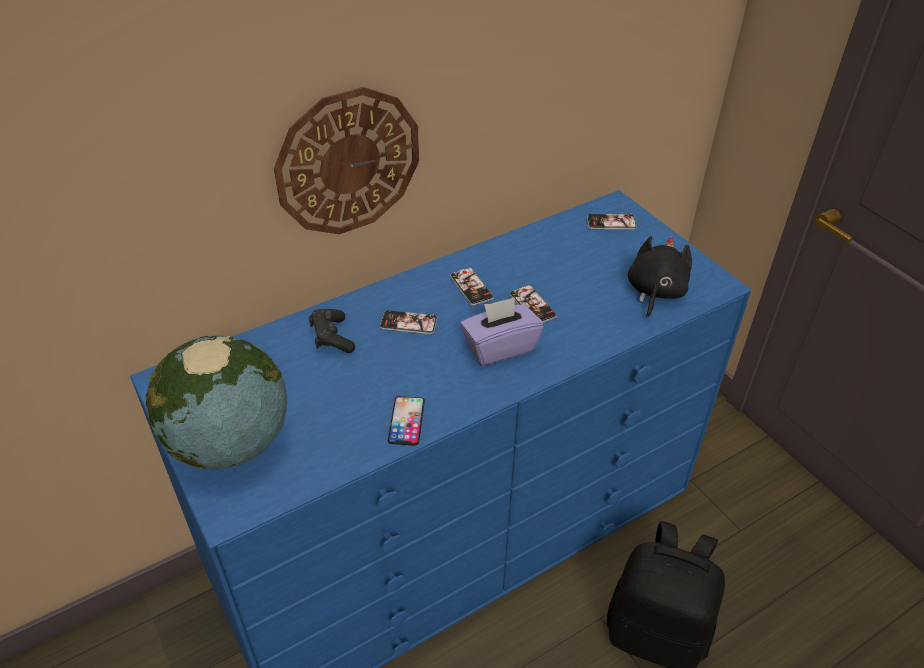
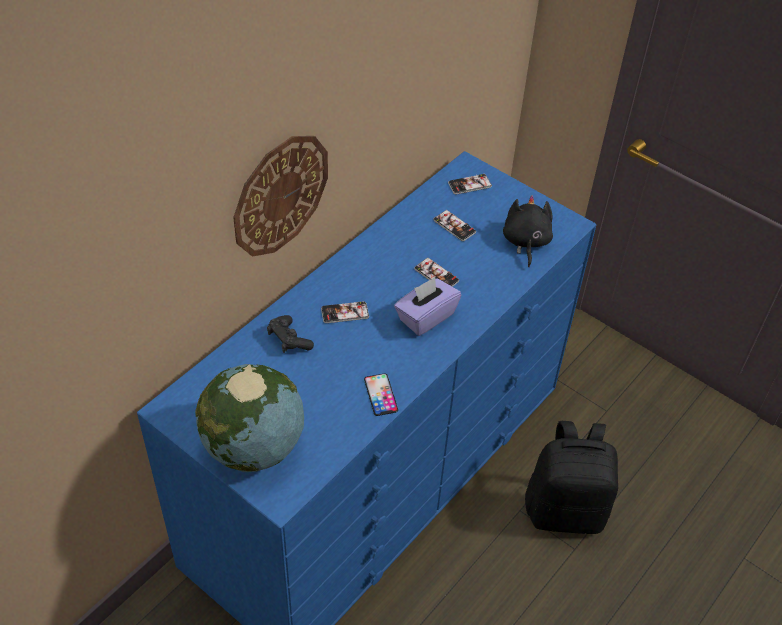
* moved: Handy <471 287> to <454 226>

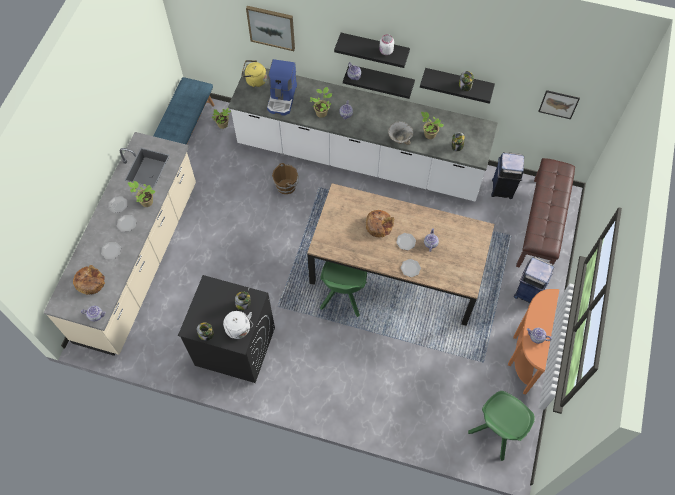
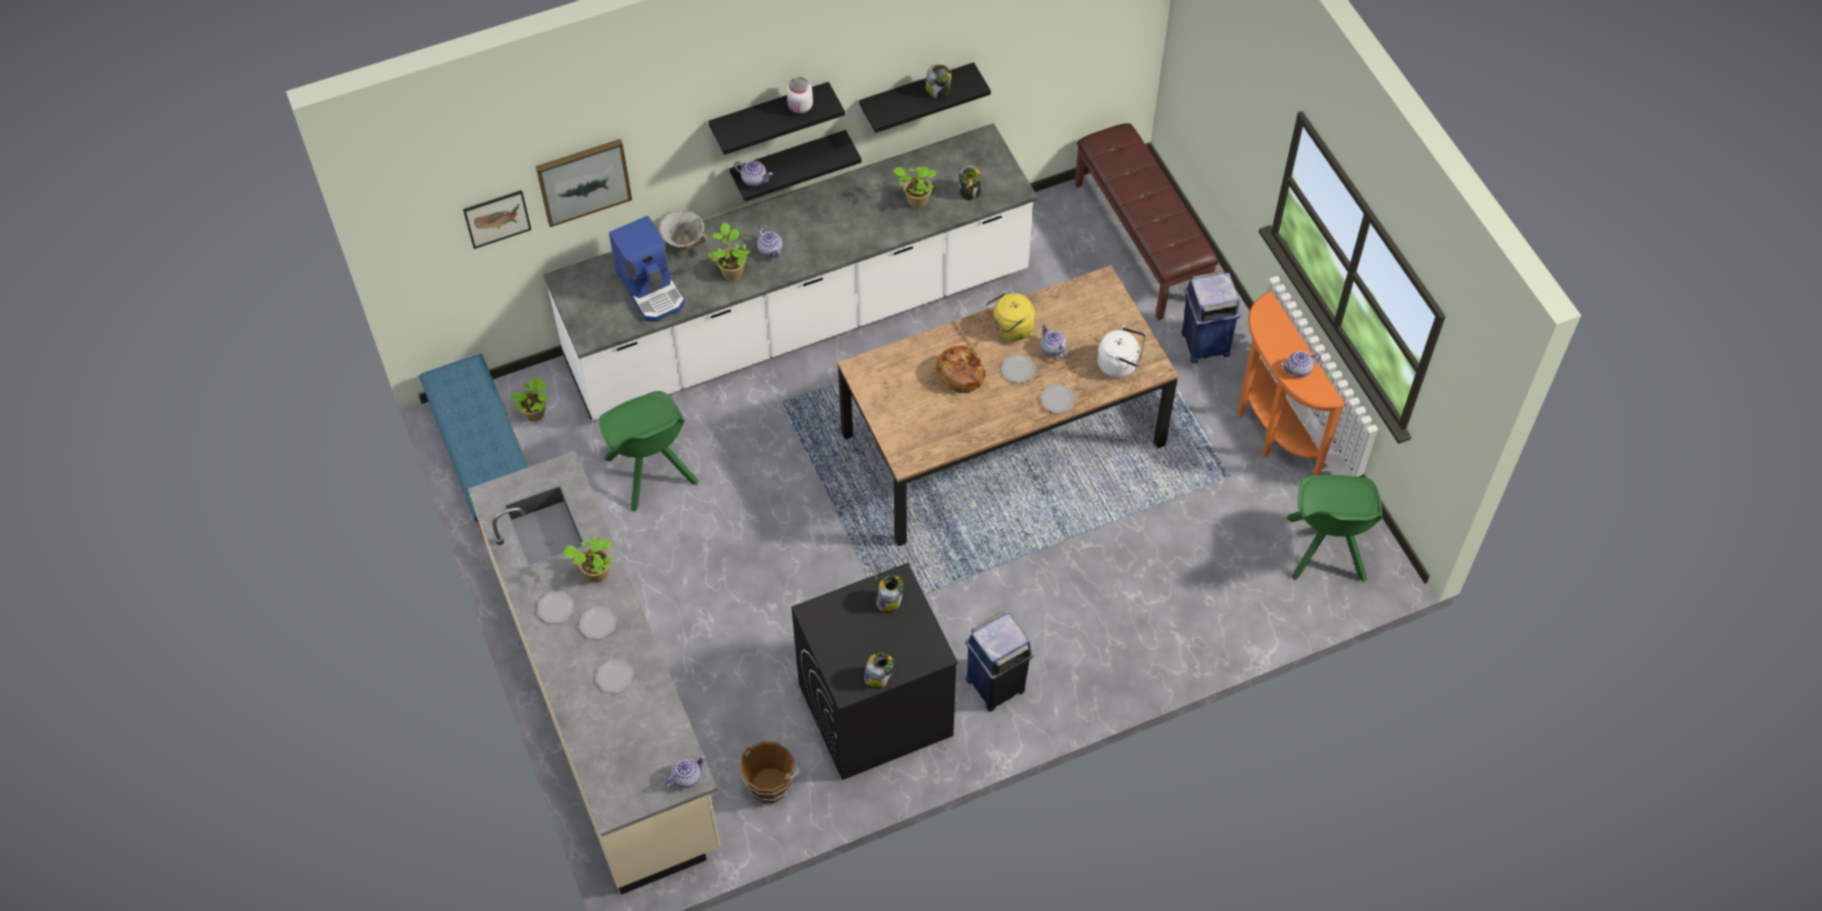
* removed: Brot <90 282>
* moved: Wasserkessel [weiß] <239 330> to <1120 364>
* moved: Wasserkessel [gelb] <254 80> to <1010 329>
* moved: Eimer [braun] <286 186> to <770 783>
* moved: Stuhl [grün] <343 296> to <652 473>
* moved: Schüssel <400 139> to <684 242>
* moved: Mülleimer [blau] <502 189> to <996 684>
* moved: Bild <558 104> to <497 218>

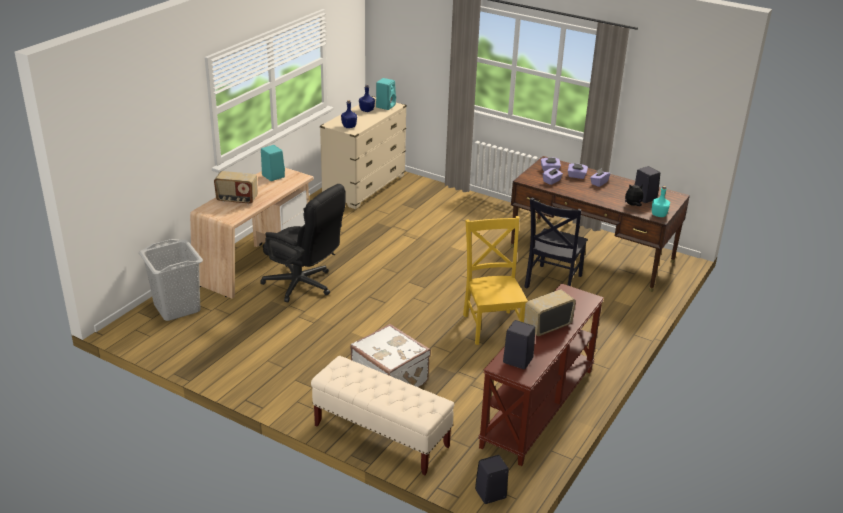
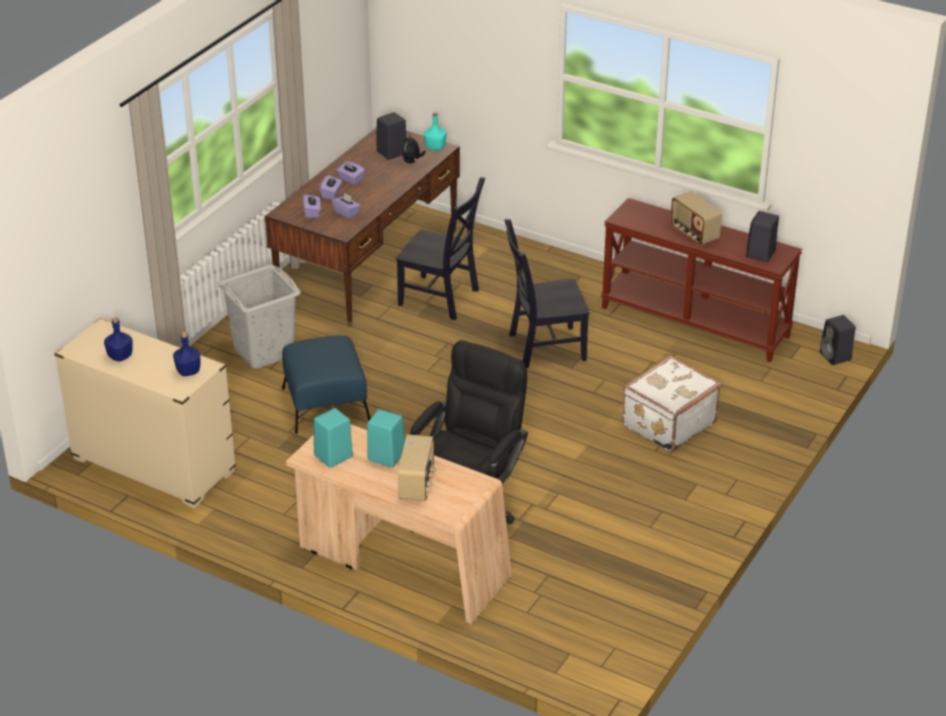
* removed: Bank [beige] <381 436>
* added: Polsterhocker [blau] <326 404>
* moved: Wäschekorb [grau] <177 307> to <263 351>
* moved: Lautsprecher [türkis] <385 106> to <385 456>
* recoloured: Stuhl [gelb] <492 325> to Stuhl [schwarz] <543 347>

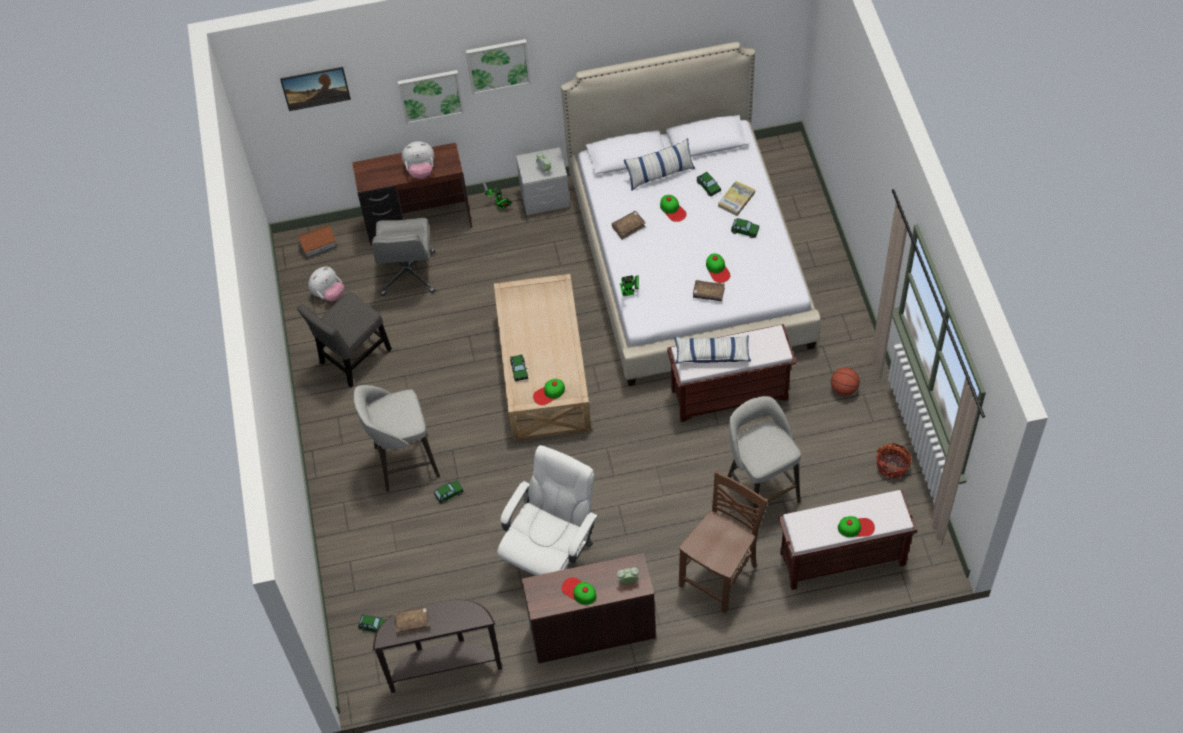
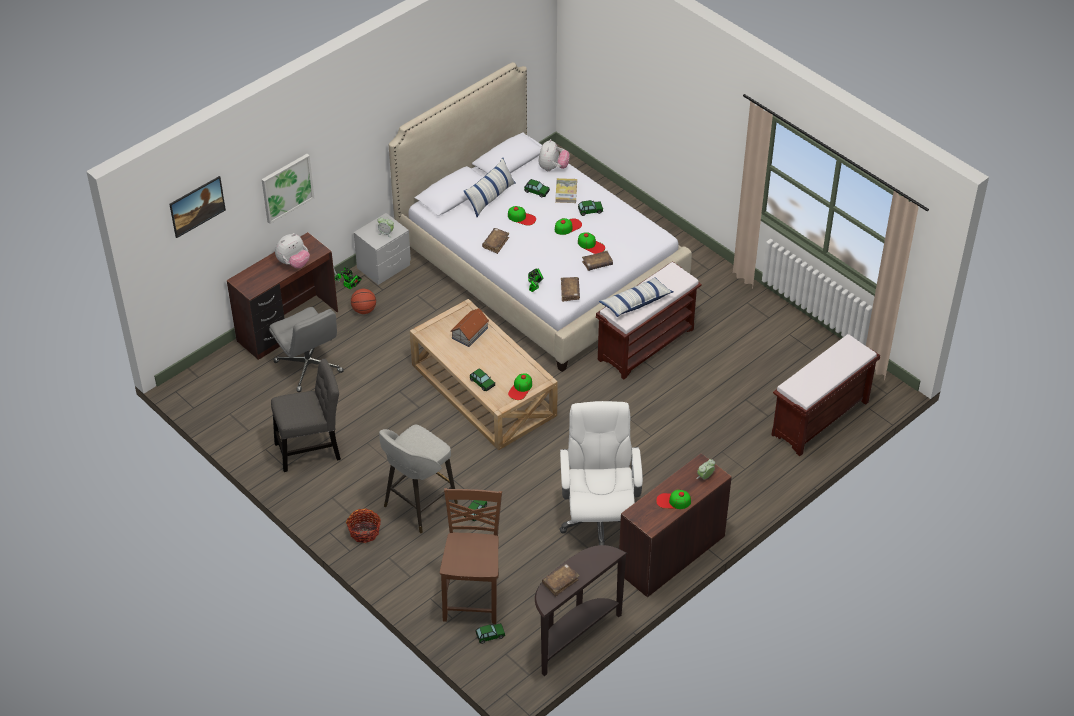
* removed: Bild <498 65>
* removed: Hocker [grau] <760 491>
* added: Buch [braun] <570 292>
* moved: Spielzeughaus <318 245> to <470 333>
* moved: Plüschtier <328 294> to <553 168>
* moved: Stuhl [braun] <720 576> to <473 597>
* moved: Basketball <844 389> to <364 310>
* moved: Kappe <856 527> to <568 226>
* moved: Korb <892 466> to <364 532>
* turned: Stuhl [grau] <353 359> = <311 449> 120 degrees counterclockwise

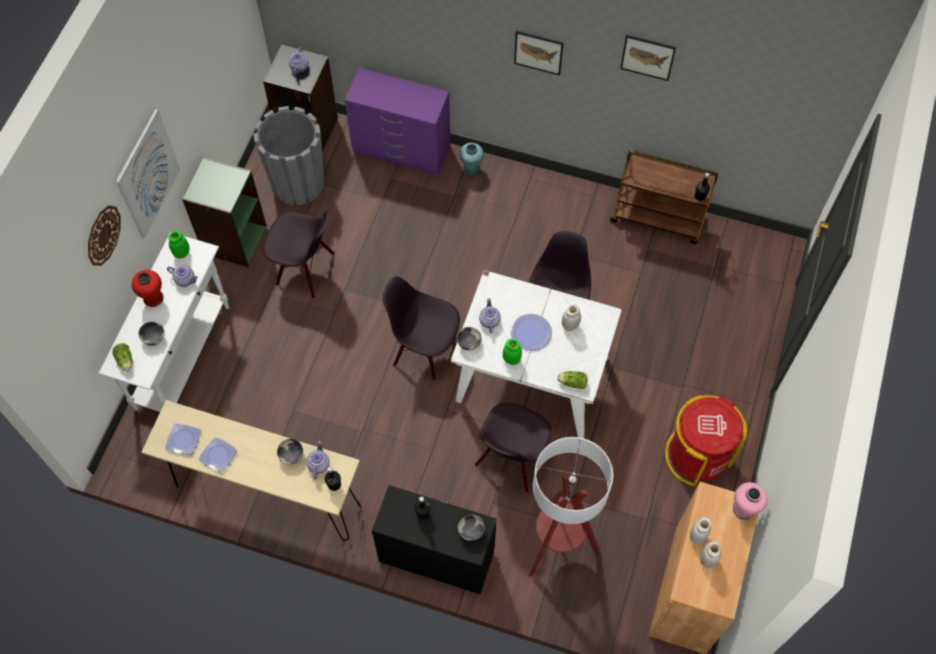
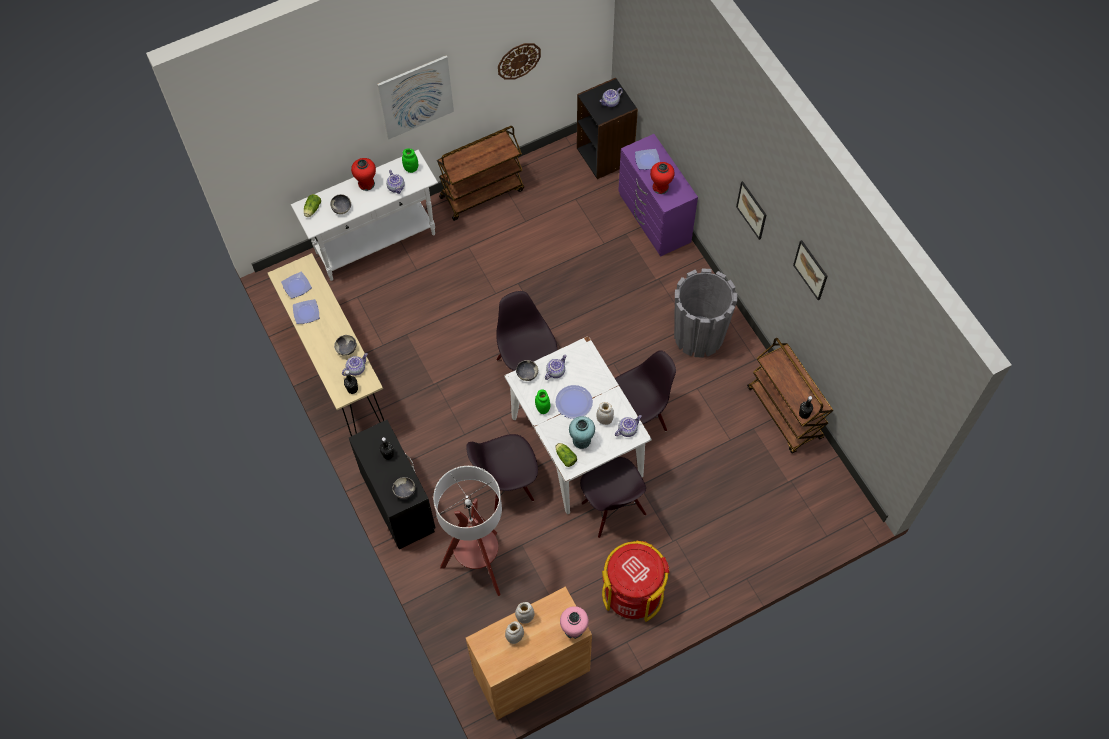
* added: Teekanne <627 429>
* added: Teller <646 160>
* added: Vase [rot] <660 187>
* moved: Wanduhr <103 235> to <518 60>
* moved: Pflanzkübel [grau] <298 183> to <698 335>
* moved: Stuhl [schwarz] <305 270> to <613 509>
* moved: Vase [türkis] <471 169> to <581 440>
* replaced: Bücherregal [grün] <234 239> to Rollwagen [braun] <482 193>

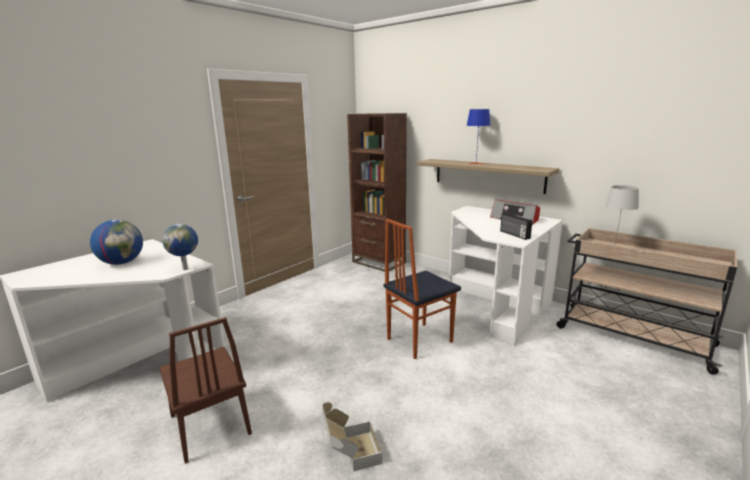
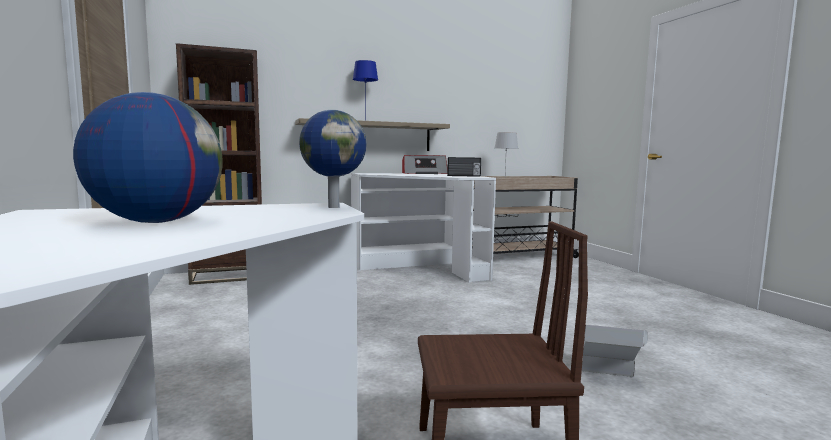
* removed: Stuhl <418 340>

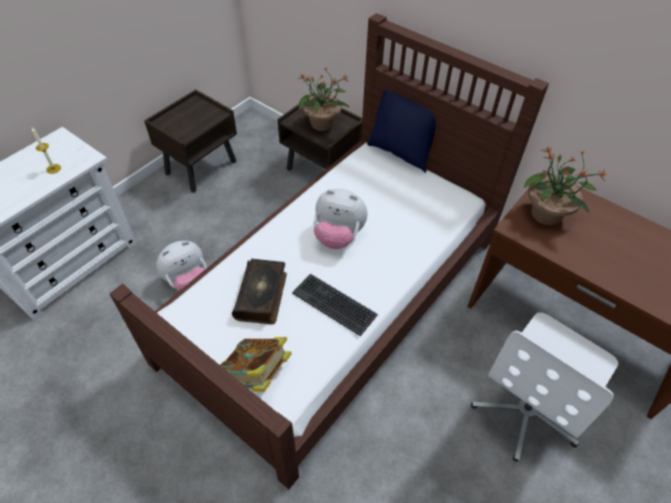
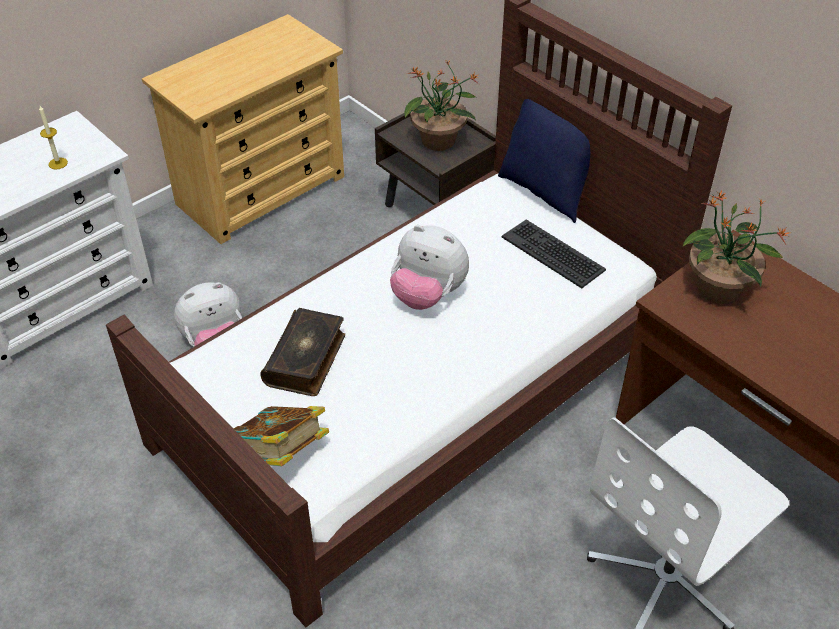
* moved: Tastatur <334 303> to <553 253>
* replaced: Nachttisch [braun] <201 167> to Kommode [beige] <262 190>

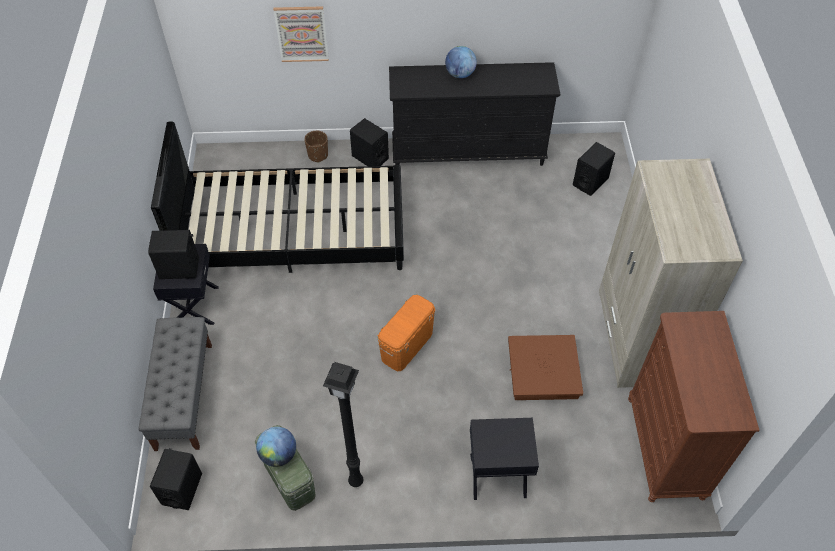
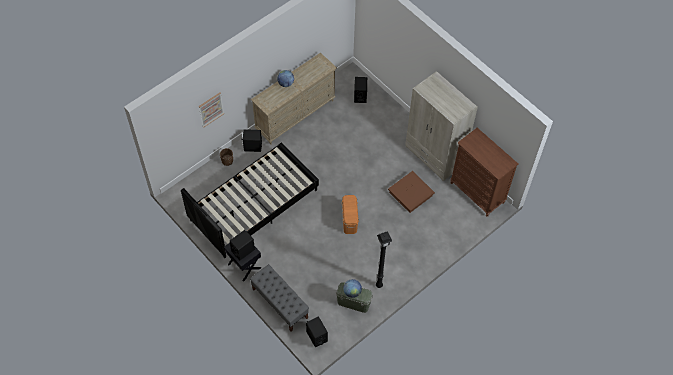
* removed: Nachttisch [schwarz] <498 476>
* recoloured: Kommode [schwarz] <469 153> to Kommode [beige] <295 115>

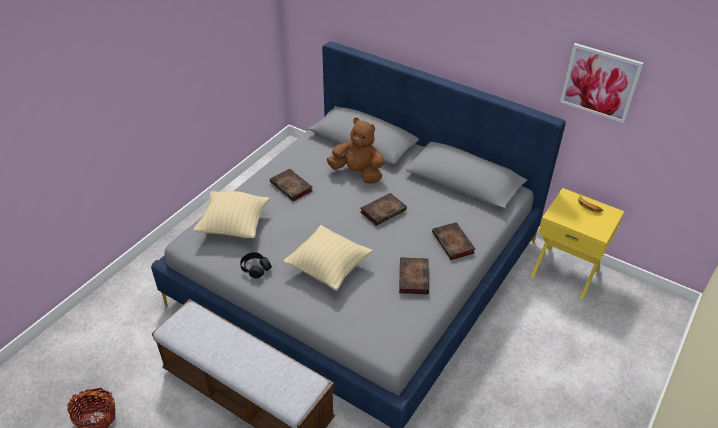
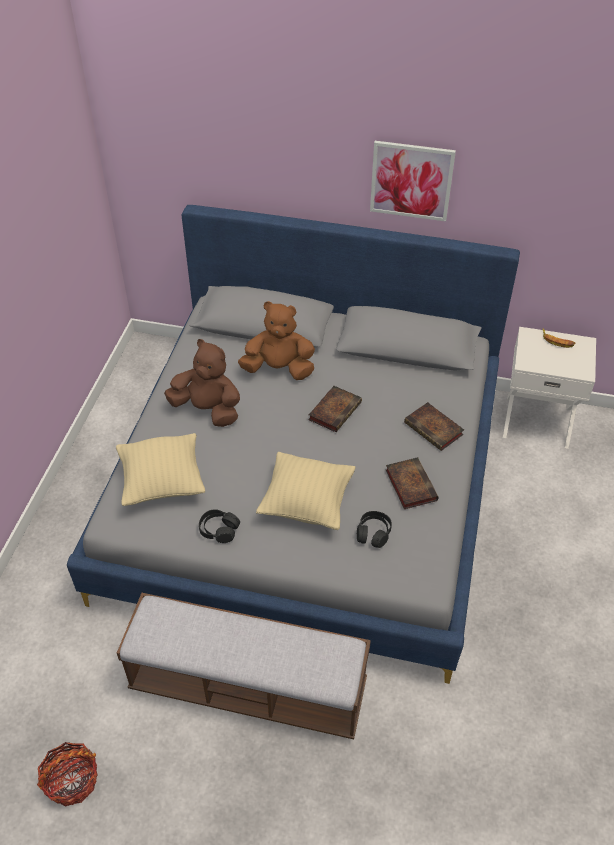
* added: Kopfhörer [schwarz] <373 533>
* moved: Bild <600 82> to <411 180>
* replaced: Buch <292 187> to Plüschtier [braun] <208 409>
* recoloured: Nachttisch [gelb] <566 271> to Nachttisch [weiß] <537 420>

